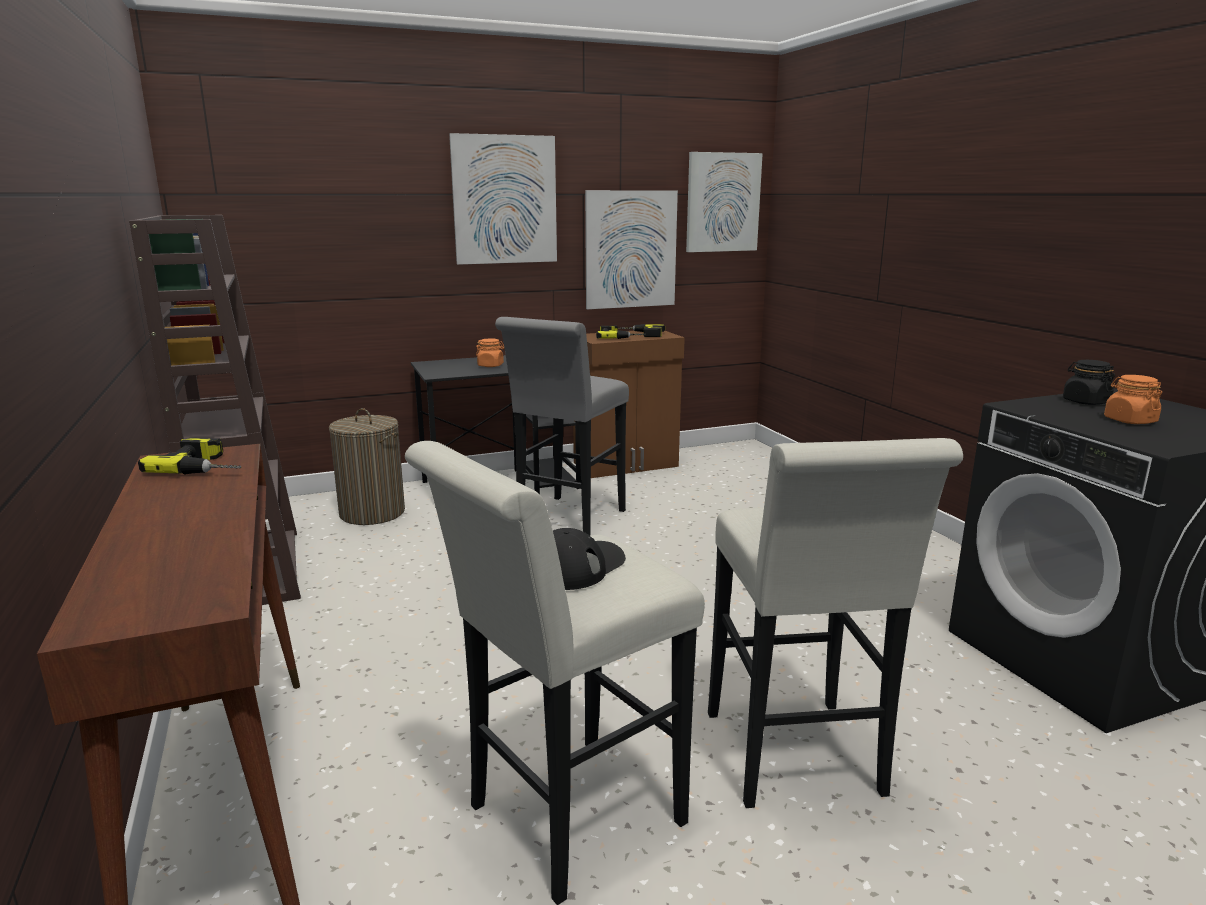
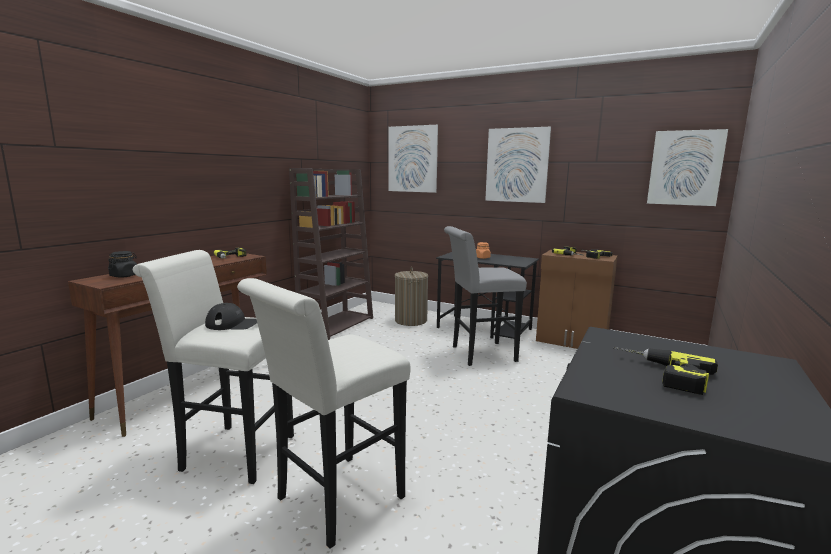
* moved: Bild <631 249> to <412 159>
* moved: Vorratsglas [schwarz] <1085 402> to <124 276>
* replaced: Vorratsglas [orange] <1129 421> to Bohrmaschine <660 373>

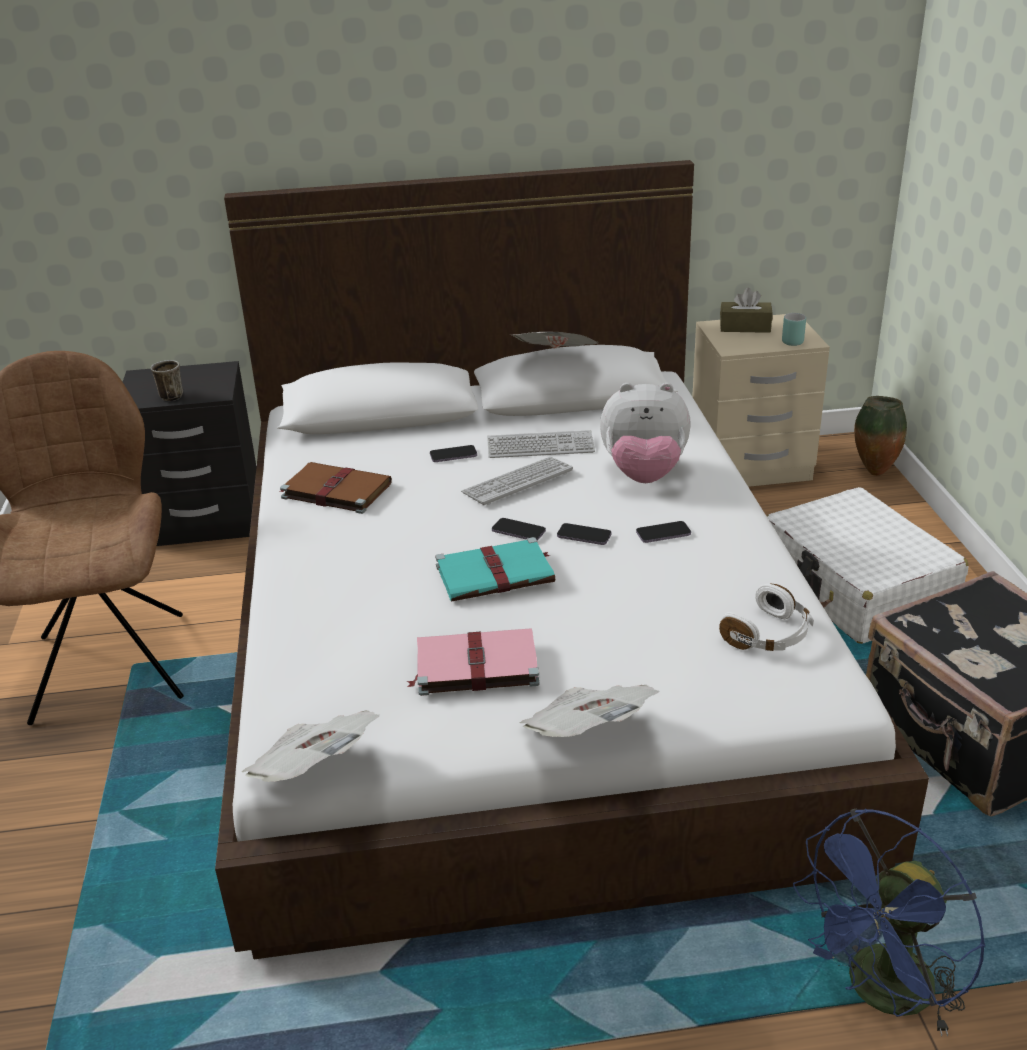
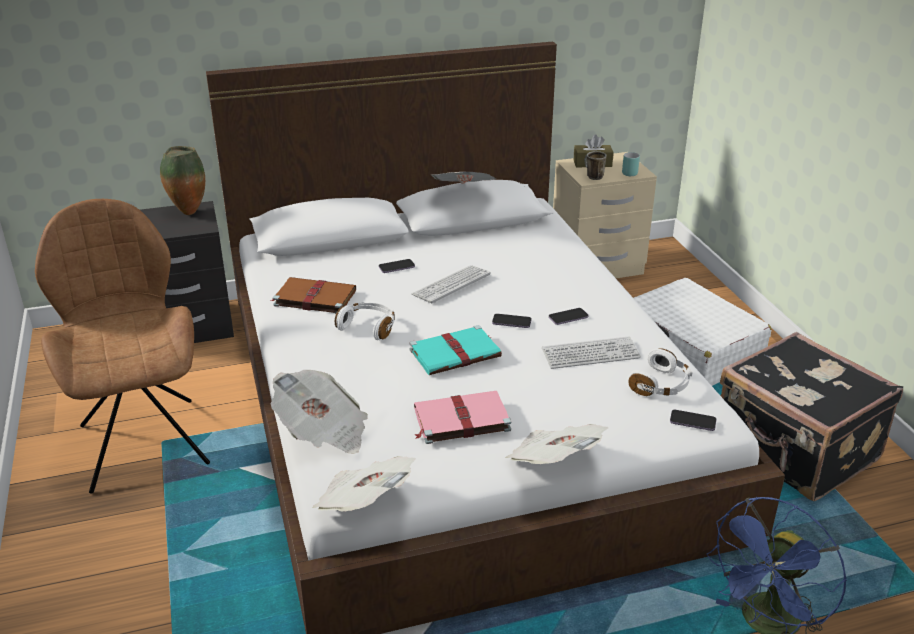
* removed: Plüschtier <644 475>
* added: Zeitung <323 432>
* added: Kopfhörer [weiß] <368 327>
* moved: Henkelbecher <169 395> to <592 176>
* moved: Tastatur <540 446> to <590 354>
* moved: Handy <518 531> to <692 422>
* moved: Vase <873 472> to <188 212>

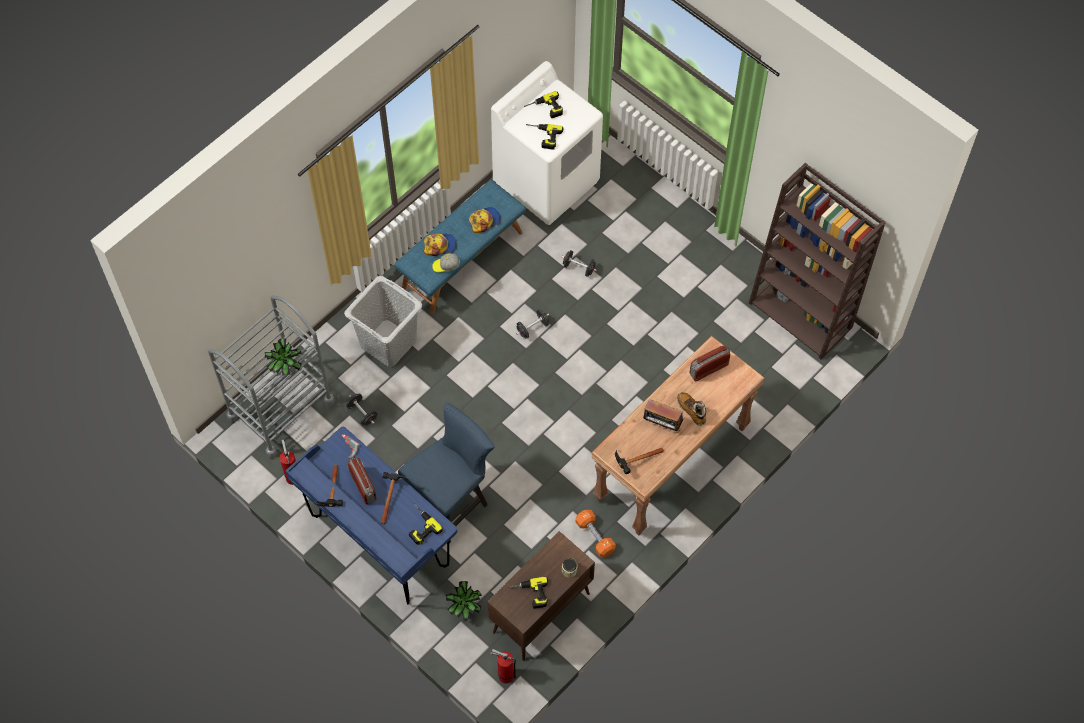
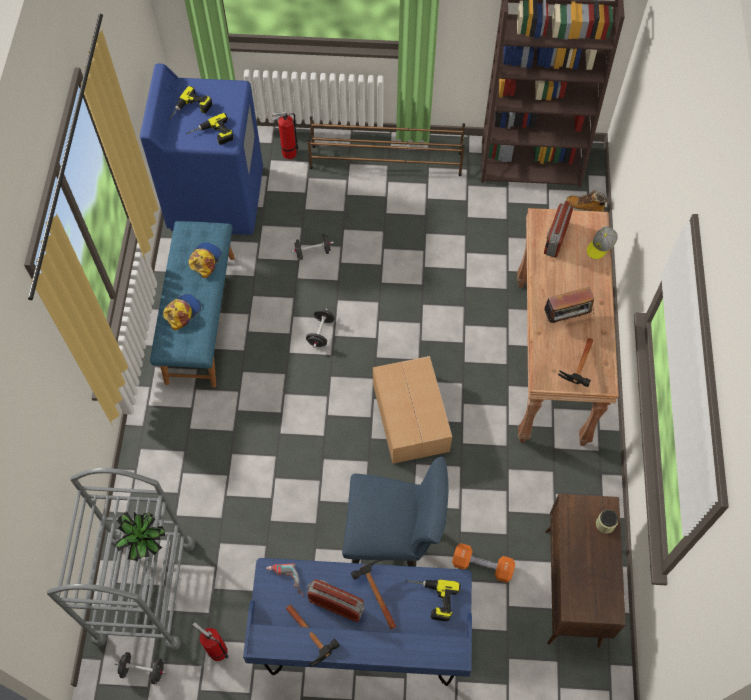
* removed: Wäschekorb [grau] <389 343>
* removed: Topfpflanze <464 609>
* removed: Bohrmaschine <529 595>
* added: Schuhregal [braun] <386 161>
* added: Karton <410 418>
* moved: Hantel [schwarz] <362 413> to <143 670>
* moved: Kappe <446 266> to <600 246>
* moved: Feuerlöscher <504 675> to <287 154>
* moved: Hantel [orange] <595 536> to <482 566>
* moved: Stiefel <691 410> to <584 207>
* recoloured: Waschmaschine [weiß] <547 181> to Waschmaschine [blau] <216 198>
* turned: Stuhl [blau] <451 500> = <392 548> 90 degrees clockwise

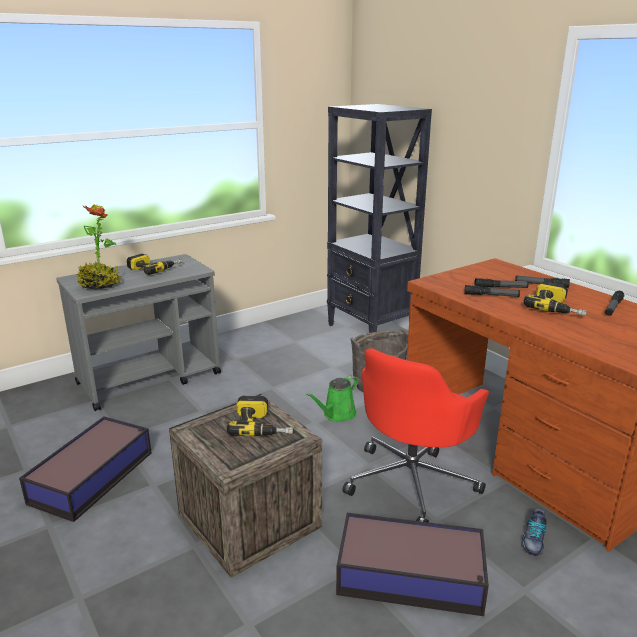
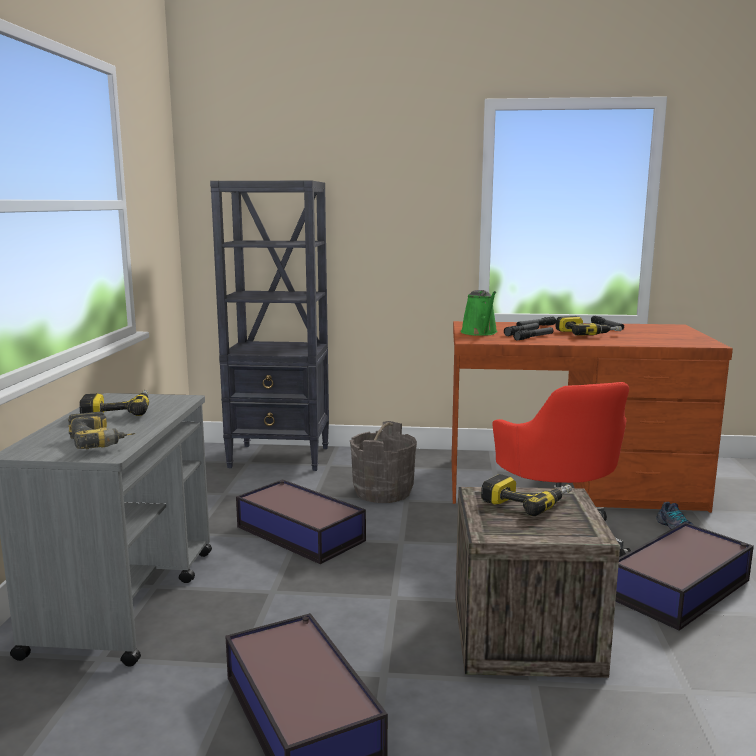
* added: Aufbewahrungsbox <299 533>
* moved: Gießkanne [grün] <337 414> to <480 333>
* replaced: Topfpflanze <100 285> to Bohrmaschine <102 443>

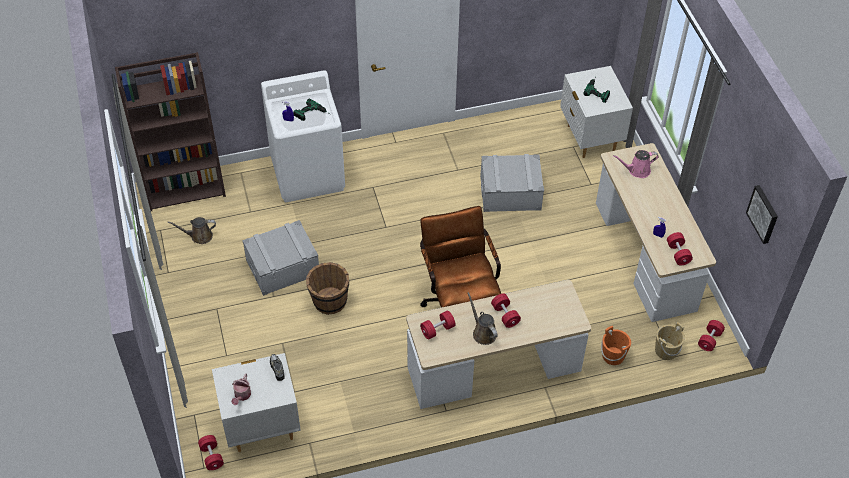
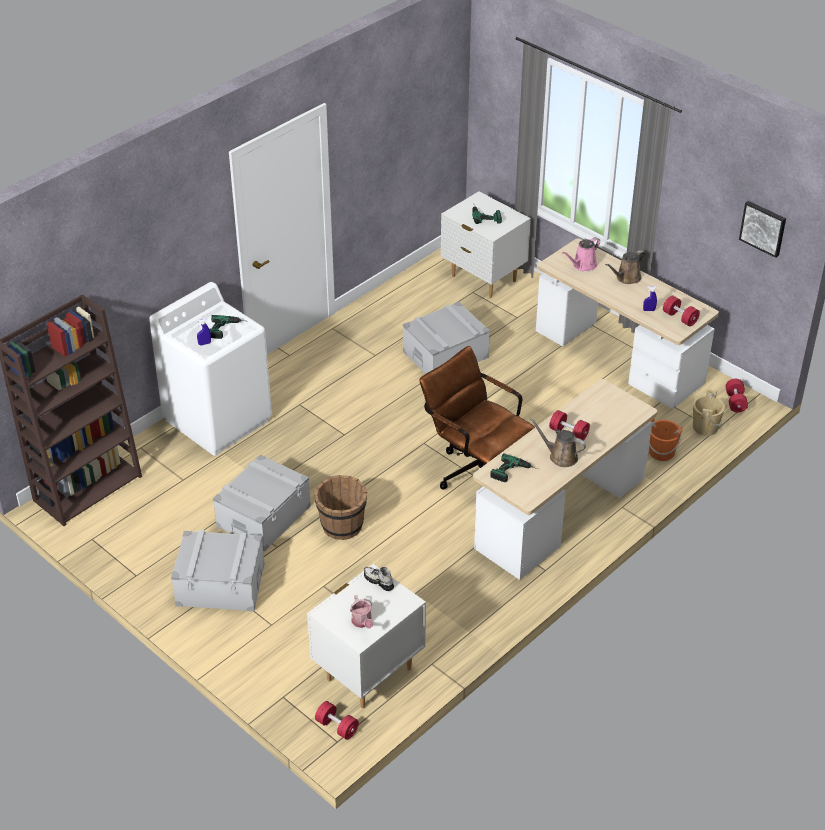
* added: Aufbewahrungsbox [grau] <220 584>
* moved: Gießkanne [braun] <199 236> to <626 278>
* replaced: Hantel [rot] <437 329> to Bohrmaschine <514 473>

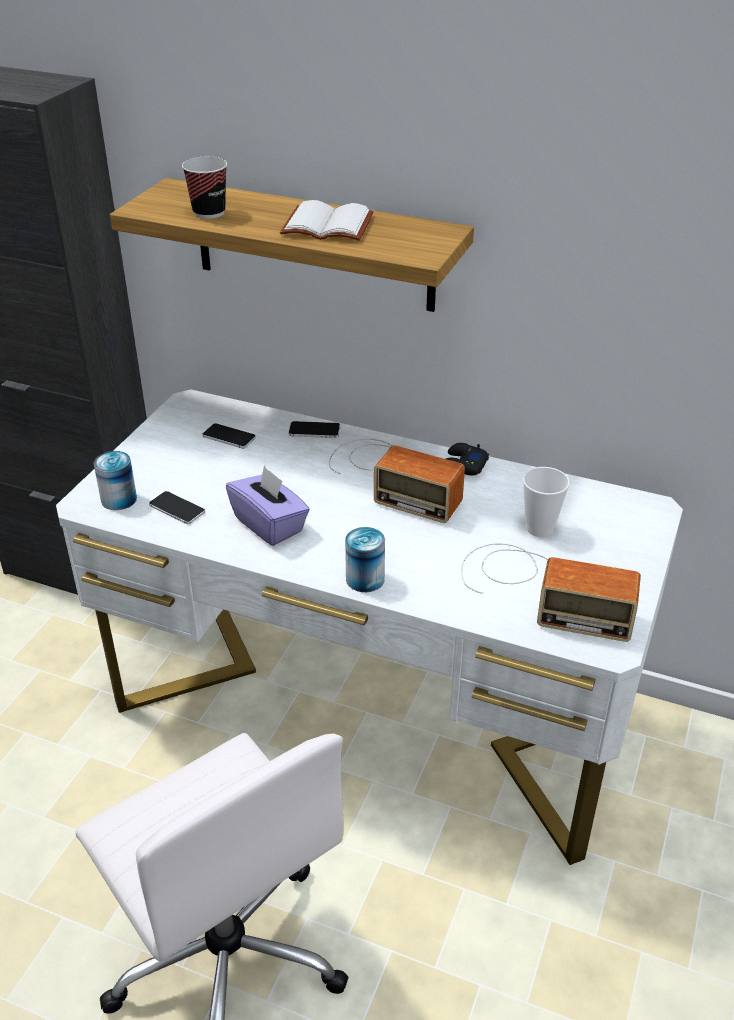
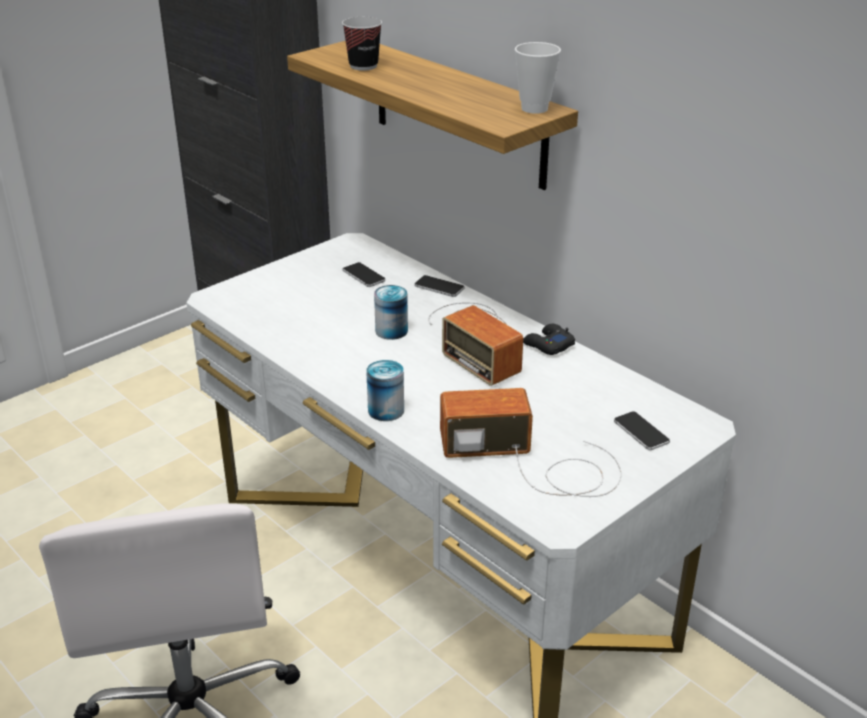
* removed: Taschentuchbox [lila] <269 524>
* removed: Buch [weiß] <325 226>
* moved: Dose <119 499> to <391 331>
* moved: Handy <177 508> to <641 432>
* moved: Tasse <539 529> to <534 108>
* turned: Radio <541 589> = <534 461> 135 degrees clockwise

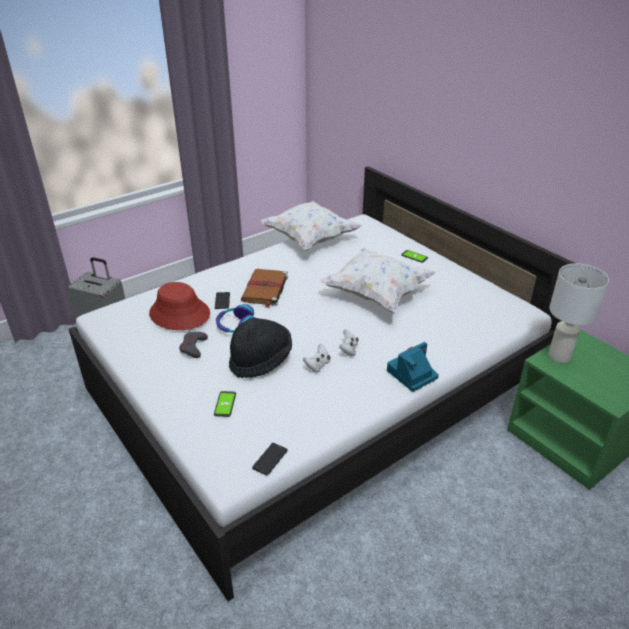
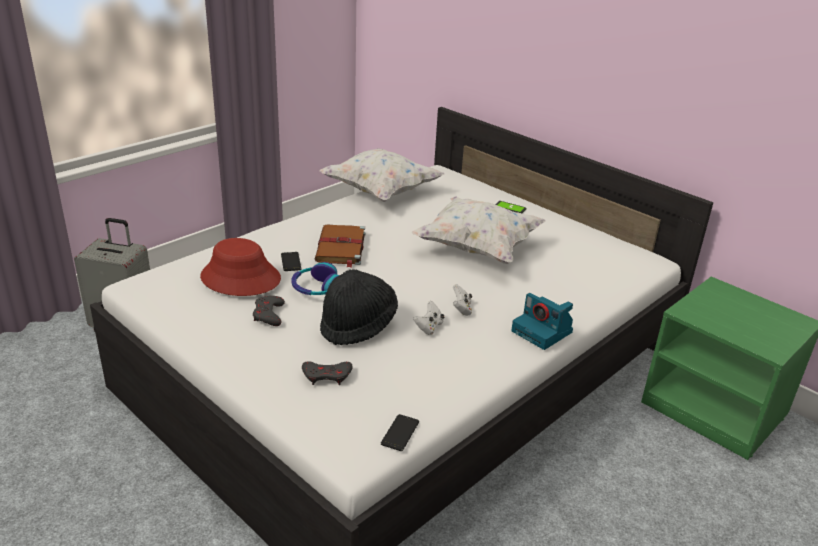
* removed: Tischlampe [weiß] <558 356>
* replaced: Handy <225 404> to Gamepad [grau] <327 376>
* turned: Kamera <411 375> = <543 332> 90 degrees counterclockwise

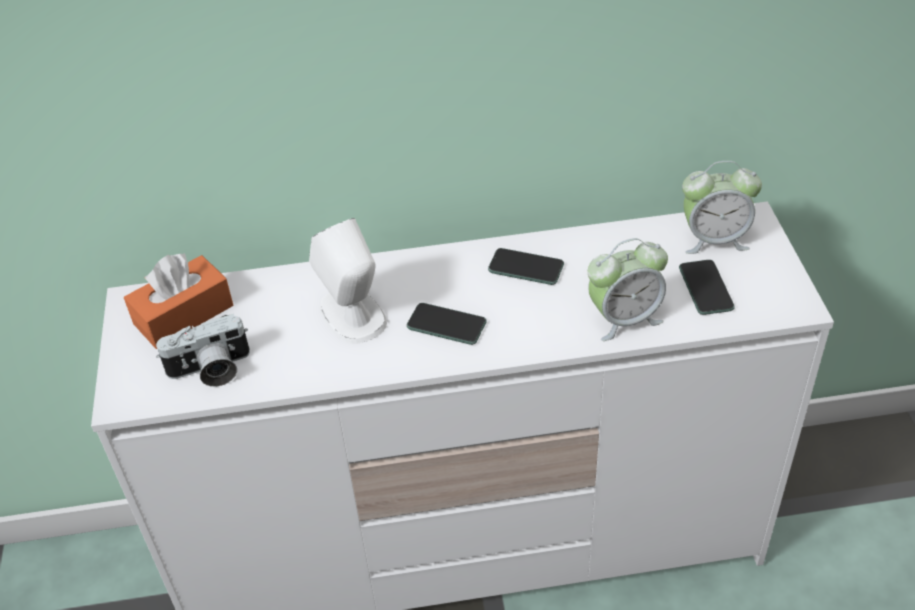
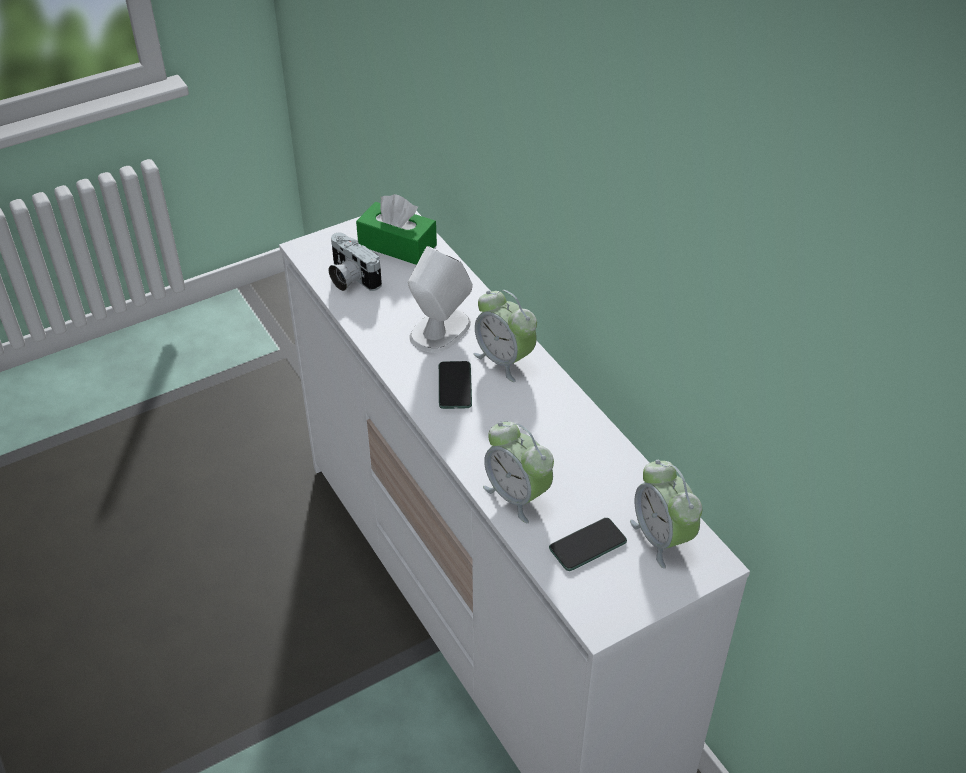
* removed: Handy <526 268>
* added: Wecker <504 360>
* recoloured: Taschentuchbox [orange] <183 315> to Taschentuchbox [grün] <397 245>

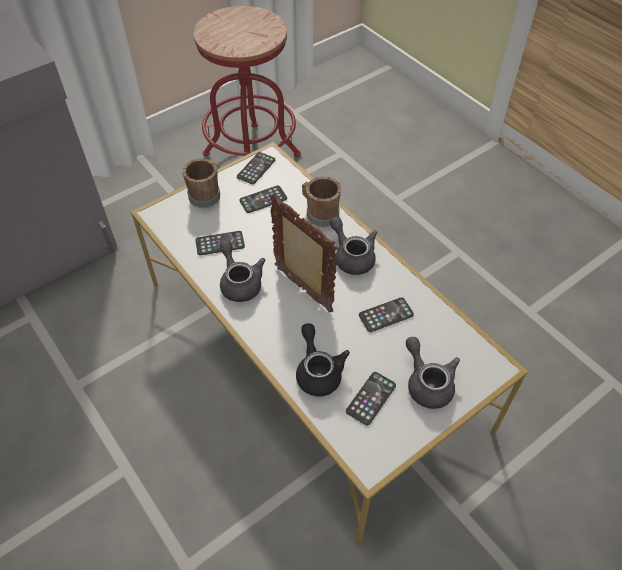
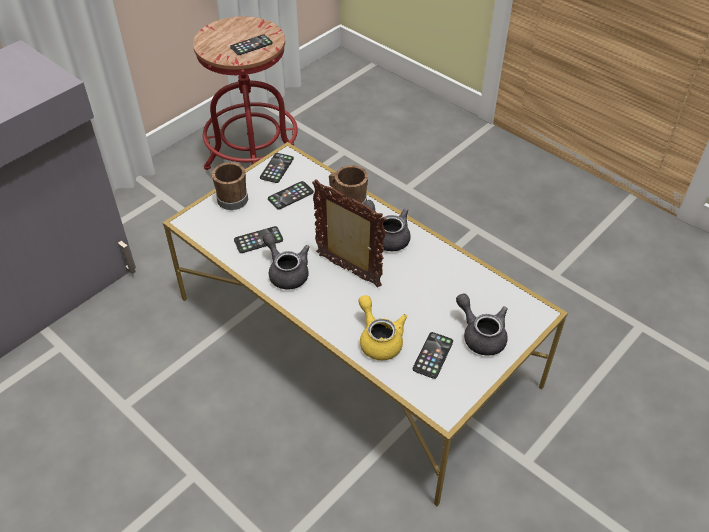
* moved: Handy <386 315> to <251 45>
* recoloured: Teekanne [schwarz] <318 371> to Teekanne [gelb] <379 339>

